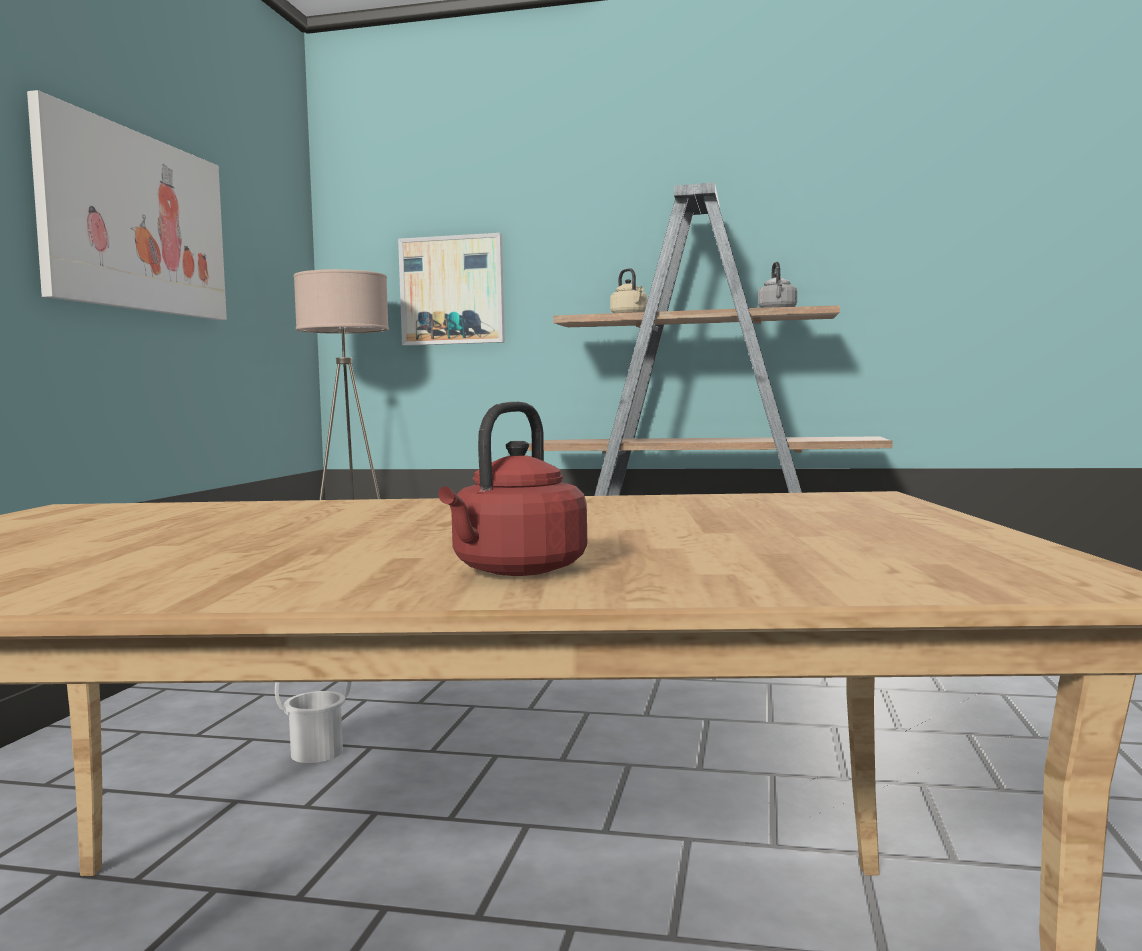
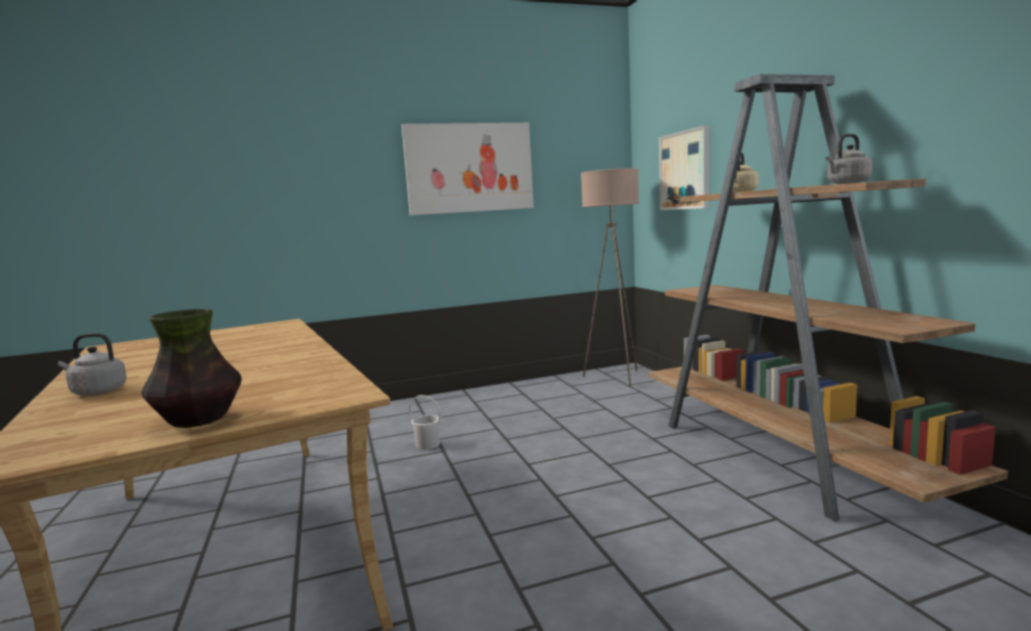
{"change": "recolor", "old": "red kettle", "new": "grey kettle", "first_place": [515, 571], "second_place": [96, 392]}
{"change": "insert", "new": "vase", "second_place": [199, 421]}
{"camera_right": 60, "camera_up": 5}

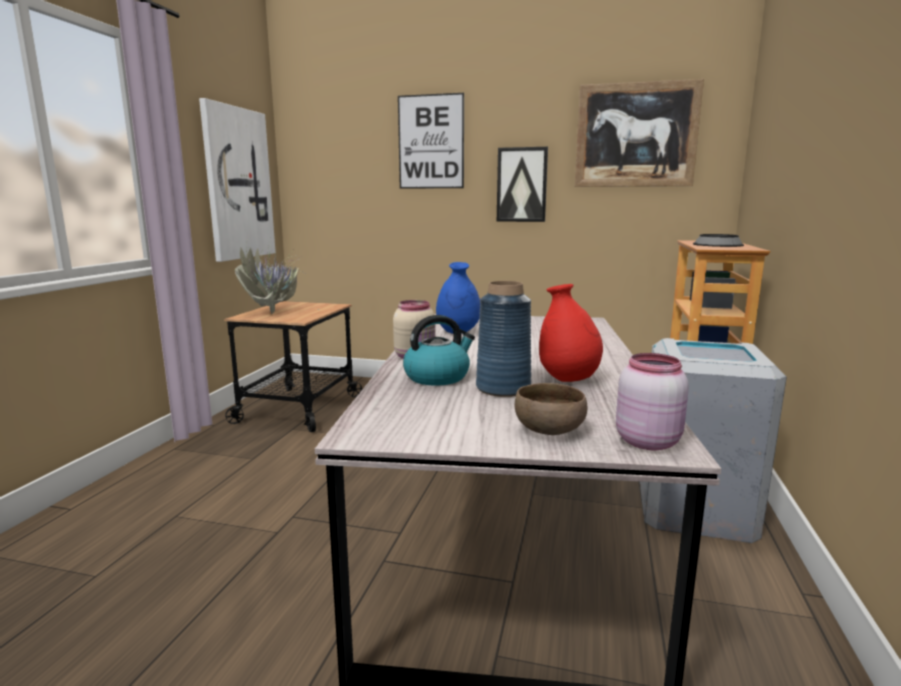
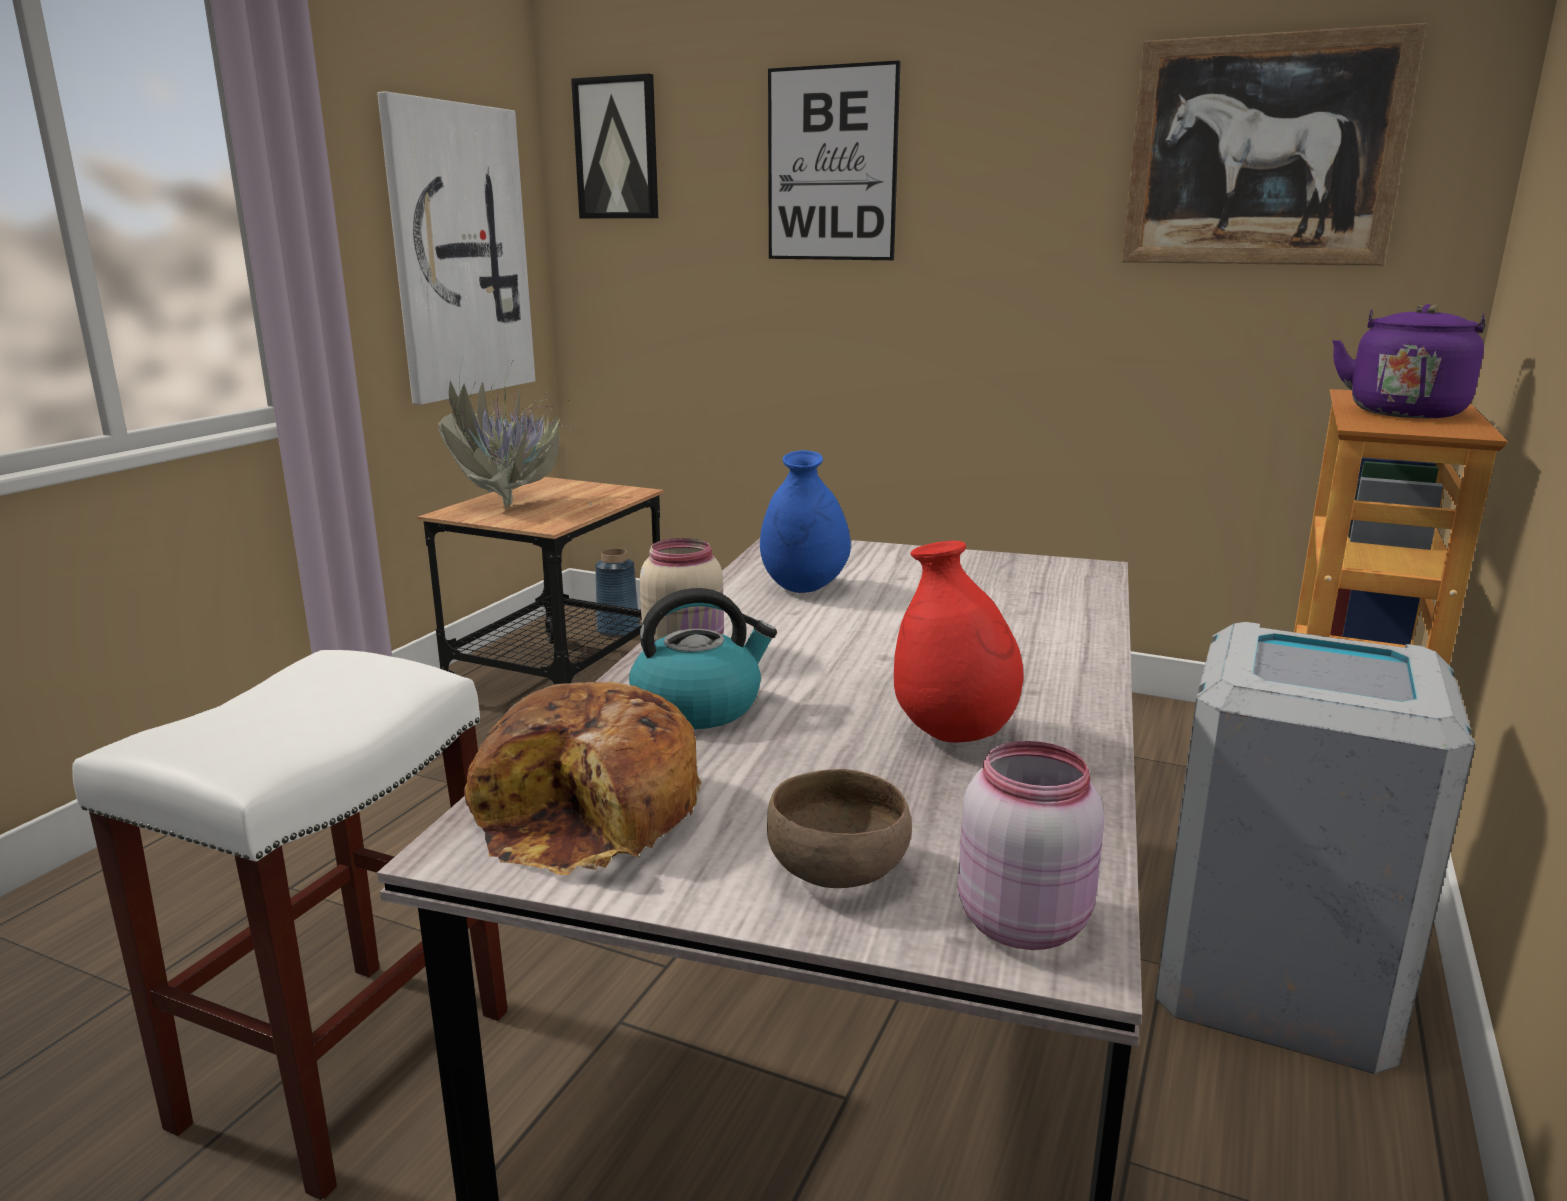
{"change": "insert", "new": "white stool", "second_place": [349, 1063]}
{"change": "insert", "new": "bread", "second_place": [591, 814]}
{"change": "move", "old": "picture", "first_place": [522, 185], "second_place": [617, 149]}
{"change": "move", "old": "blue vase", "first_place": [503, 388], "second_place": [618, 630]}
{"change": "replace", "old": "bowl", "new": "purple kettle", "first_place": [718, 244], "second_place": [1405, 412]}
{"camera_right": 10, "camera_up": 5}

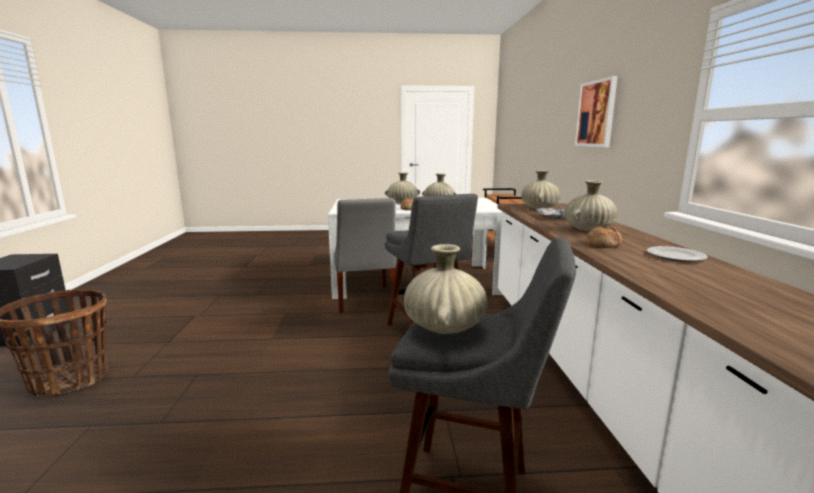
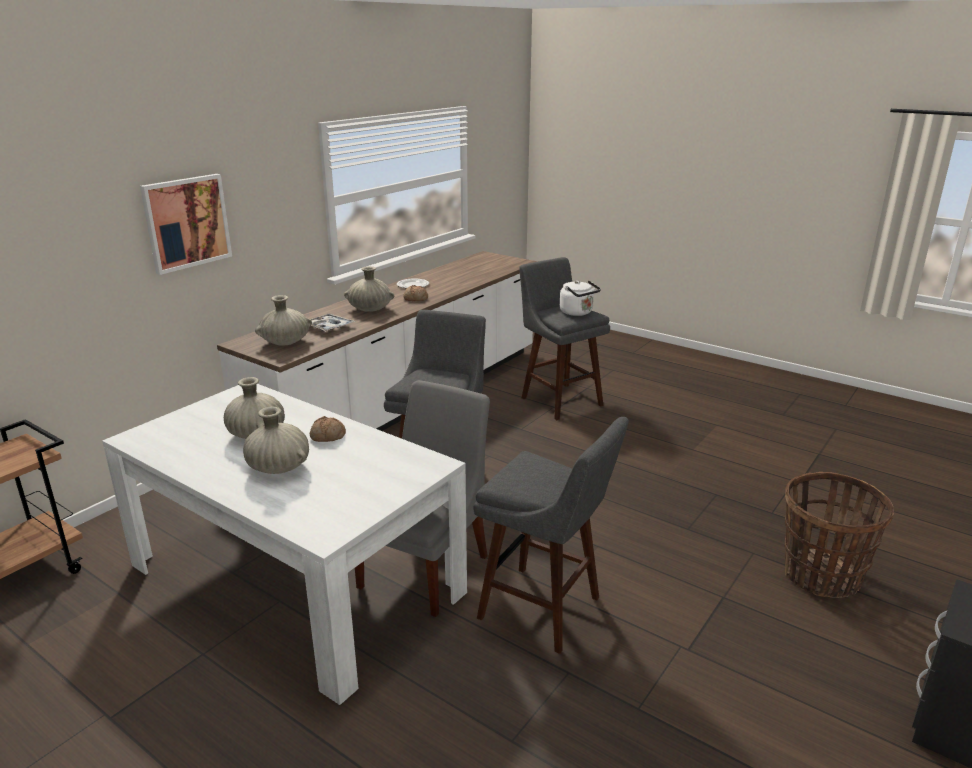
{"change": "insert", "new": "grey stool", "second_place": [545, 610]}
{"change": "replace", "old": "beige vase", "new": "white kettle", "first_place": [444, 327], "second_place": [578, 313]}
{"camera_right": -140, "camera_up": 10}

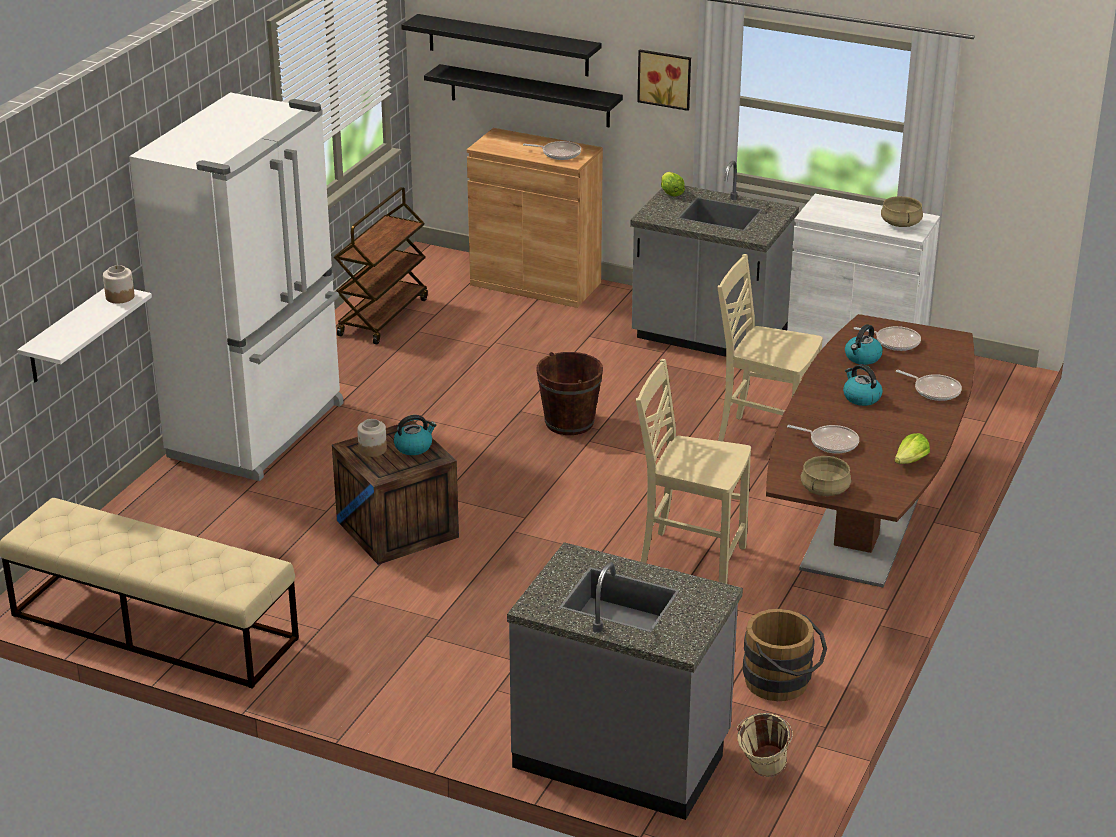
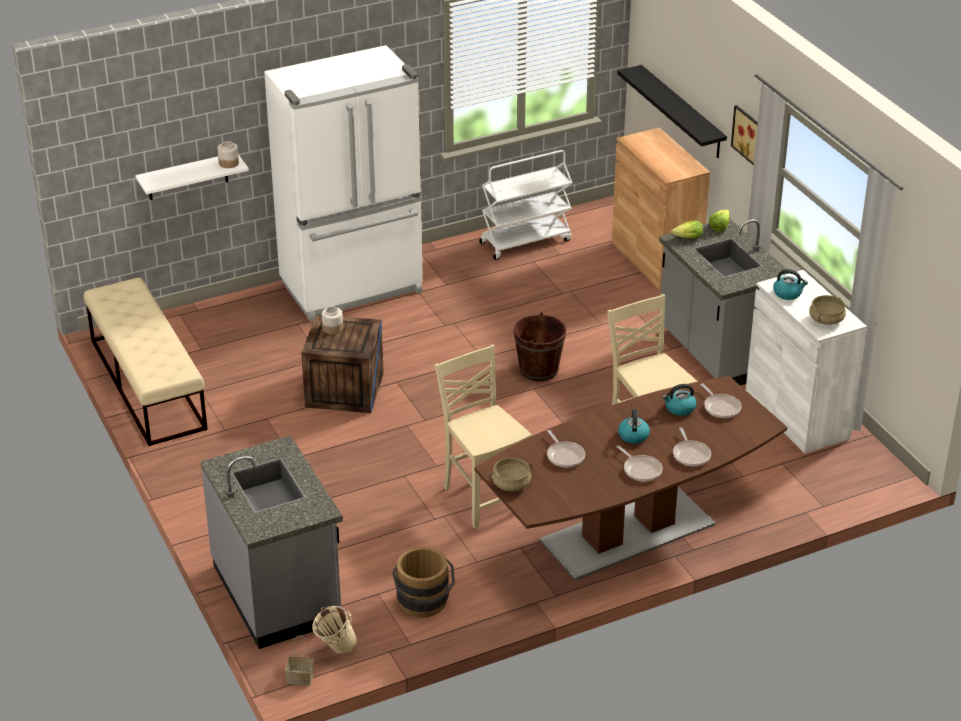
{"change": "insert", "new": "basket", "second_place": [299, 678]}
{"change": "recolor", "old": "brown cart", "new": "white cart", "first_place": [382, 316], "second_place": [525, 241]}
{"change": "move", "old": "frying pan", "first_place": [559, 153], "second_place": [641, 469]}
{"change": "move", "old": "lettuce", "first_place": [910, 461], "second_place": [688, 238]}
{"change": "move", "old": "kettle", "first_place": [414, 447], "second_place": [788, 293]}
{"change": "delete", "old": "black shelf", "first_place": [508, 45]}
{"camera_right": 40, "camera_up": 5}

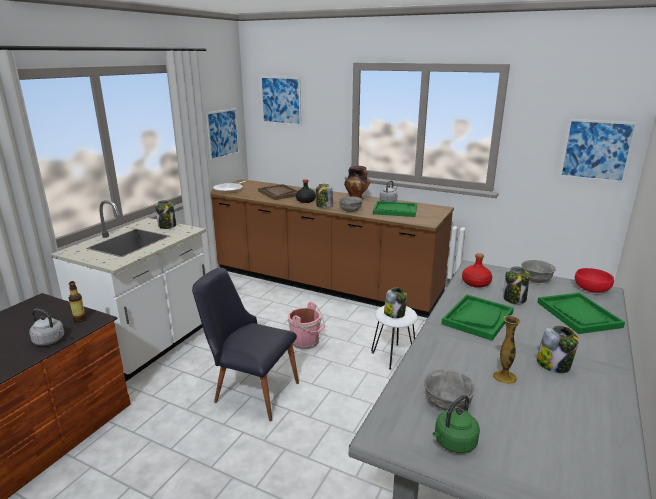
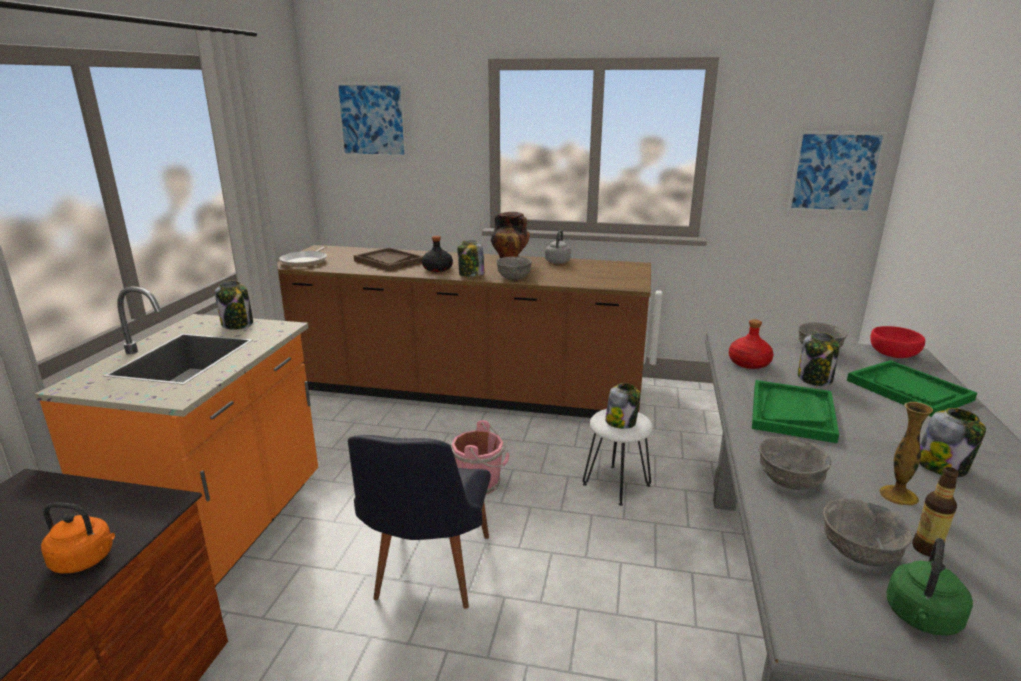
{"change": "recolor", "old": "white counter", "new": "orange counter", "first_place": [150, 347], "second_place": [225, 532]}
{"change": "recolor", "old": "grey kettle", "new": "orange kettle", "first_place": [50, 341], "second_place": [86, 560]}
{"change": "rotate", "old": "black chair", "first_place": [250, 390], "second_place": [427, 575], "degrees": -90}
{"change": "insert", "new": "grey bowl", "second_place": [790, 480]}
{"change": "move", "old": "bottle", "first_place": [80, 319], "second_place": [926, 549]}
{"change": "delete", "old": "picture", "first_place": [223, 133]}
{"change": "delete", "old": "green tray", "first_place": [395, 210]}
{"camera_right": -15, "camera_up": 0}

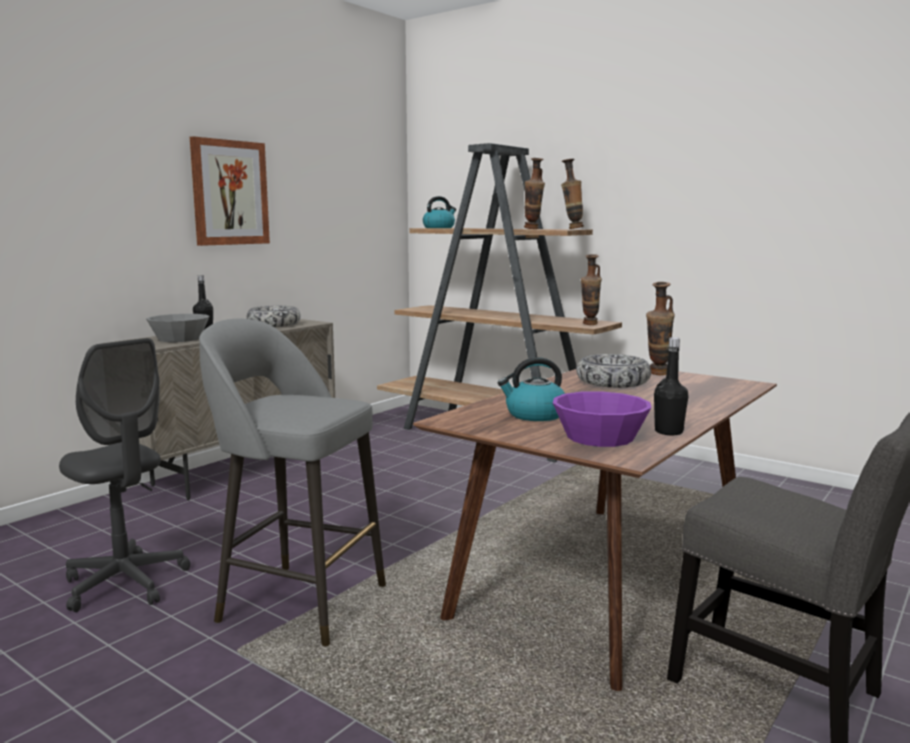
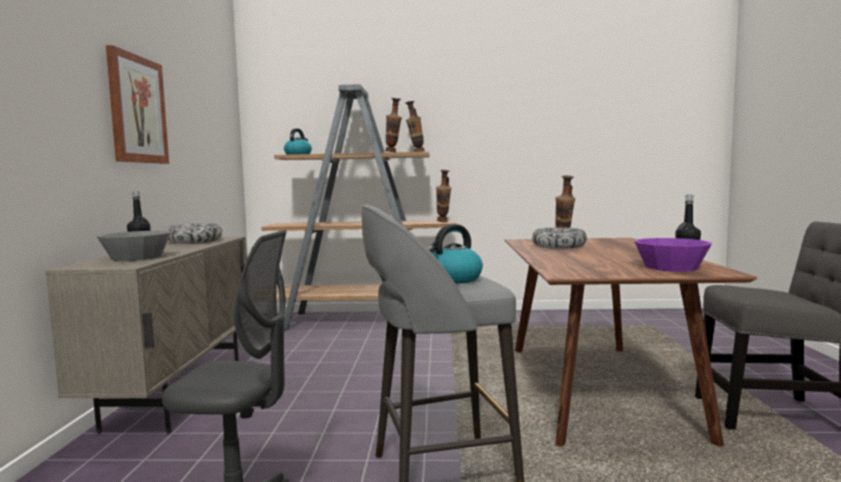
{"change": "move", "old": "kettle", "first_place": [534, 415], "second_place": [452, 279]}
{"camera_right": -35, "camera_up": -5}

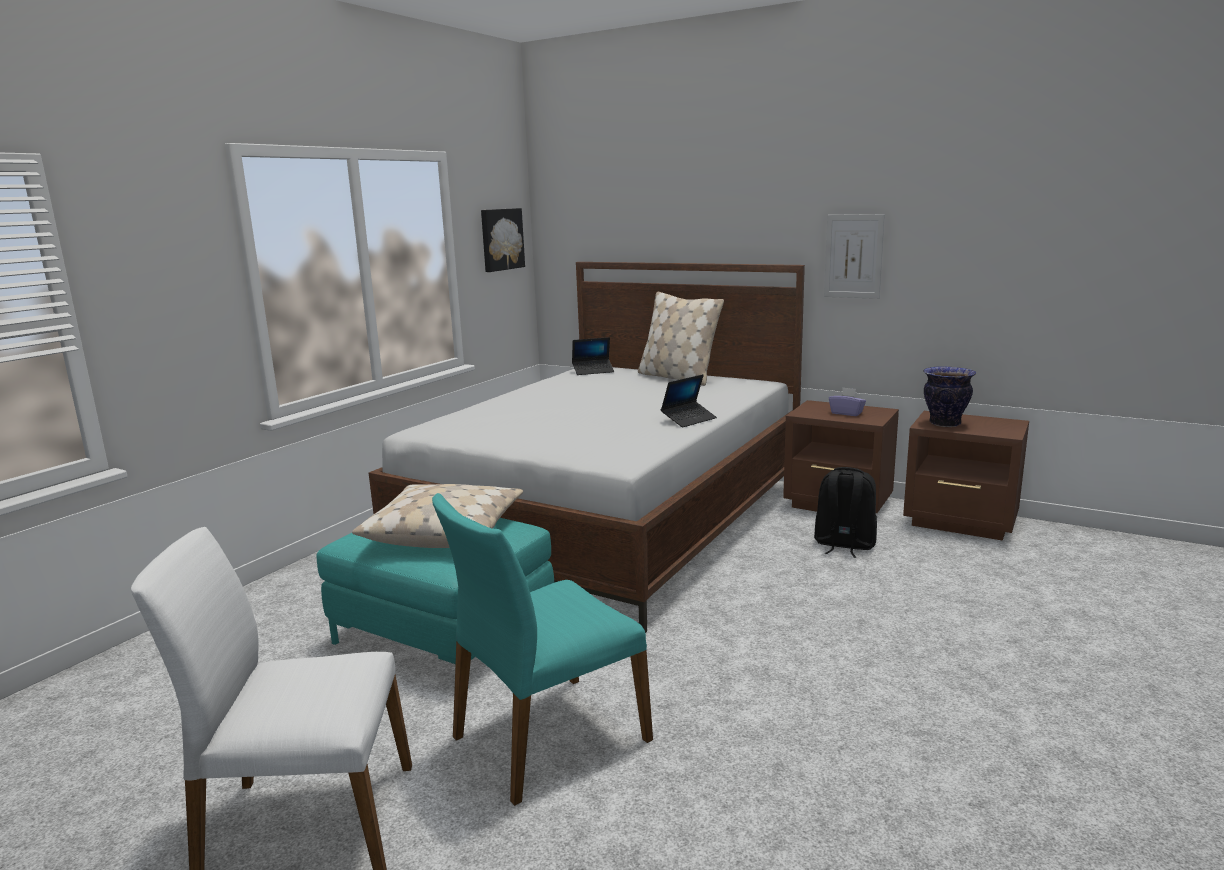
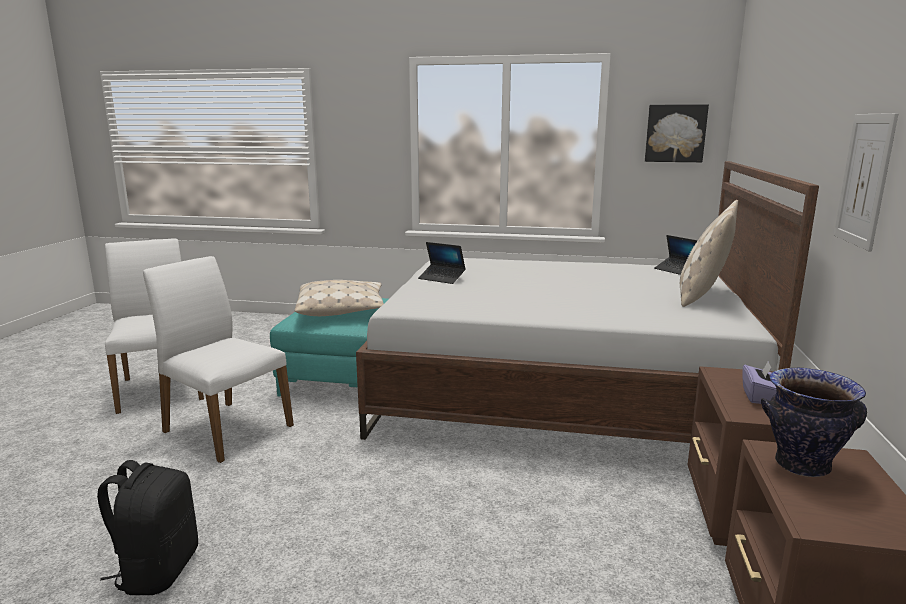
{"change": "move", "old": "black backpack", "first_place": [844, 545], "second_place": [157, 570]}
{"change": "recolor", "old": "turquoise chair", "new": "white chair", "first_place": [547, 737], "second_place": [225, 428]}
{"change": "move", "old": "laptop", "first_place": [689, 419], "second_place": [442, 278]}
{"camera_right": 70, "camera_up": 0}

